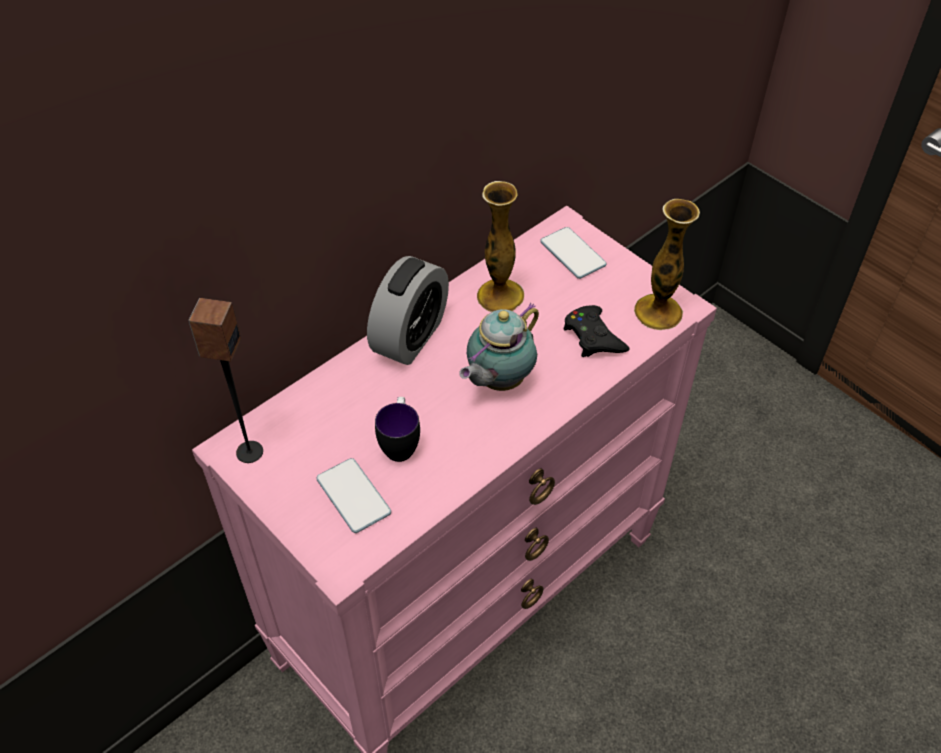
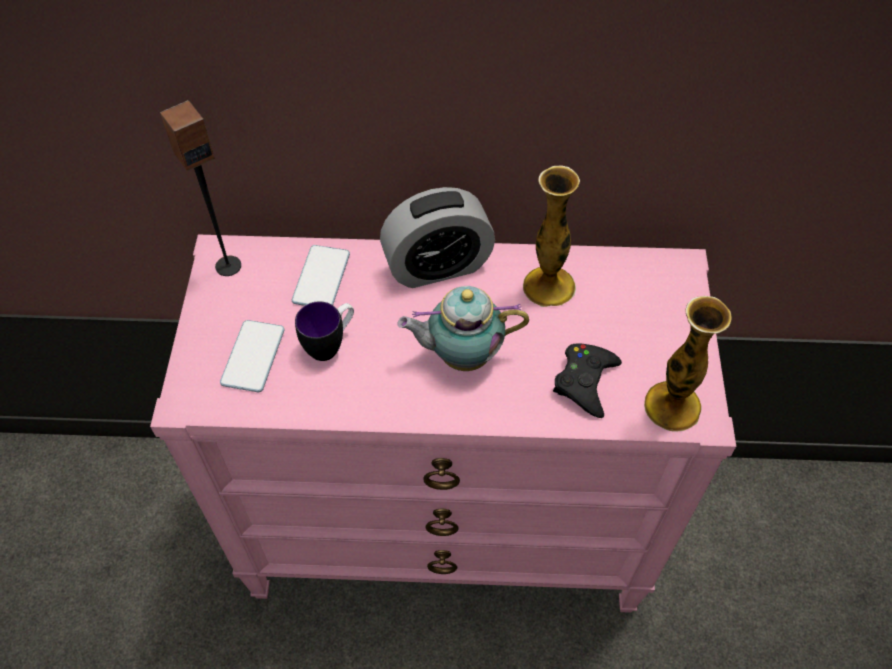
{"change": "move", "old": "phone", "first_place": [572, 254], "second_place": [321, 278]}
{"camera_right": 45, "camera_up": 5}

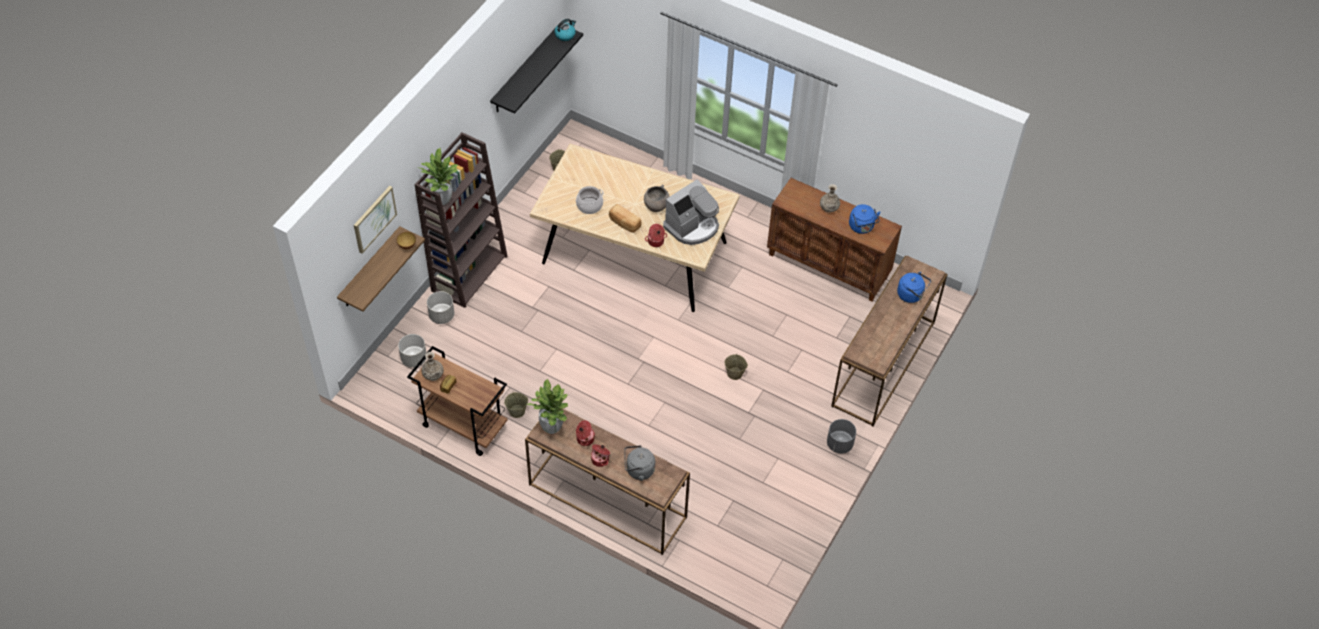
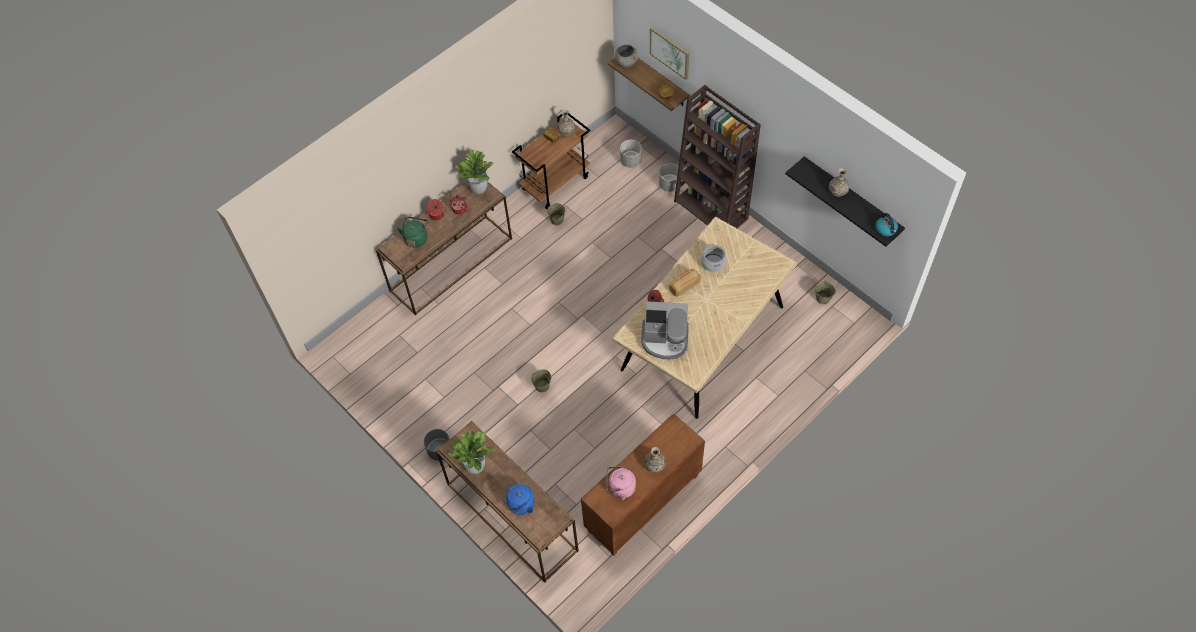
{"change": "recolor", "old": "grey kettle", "new": "green kettle", "first_place": [638, 470], "second_place": [416, 238]}
{"change": "move", "old": "potted plant", "first_place": [442, 199], "second_place": [475, 467]}
{"change": "recolor", "old": "blue kettle", "new": "pink kettle", "first_place": [862, 227], "second_place": [620, 488]}
{"change": "move", "old": "grey bowl", "first_place": [656, 206], "second_place": [626, 63]}
{"change": "rotate", "old": "coffee machine", "first_place": [692, 227], "second_place": [665, 339], "degrees": -60}
{"change": "insert", "new": "vase", "second_place": [838, 190]}
{"camera_right": 110, "camera_up": 5}

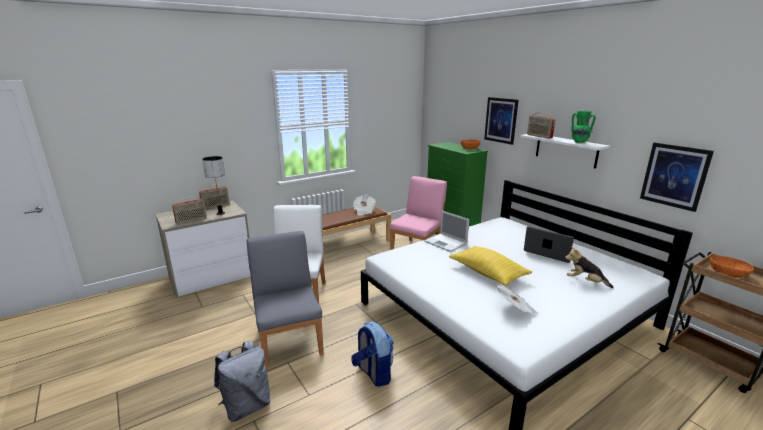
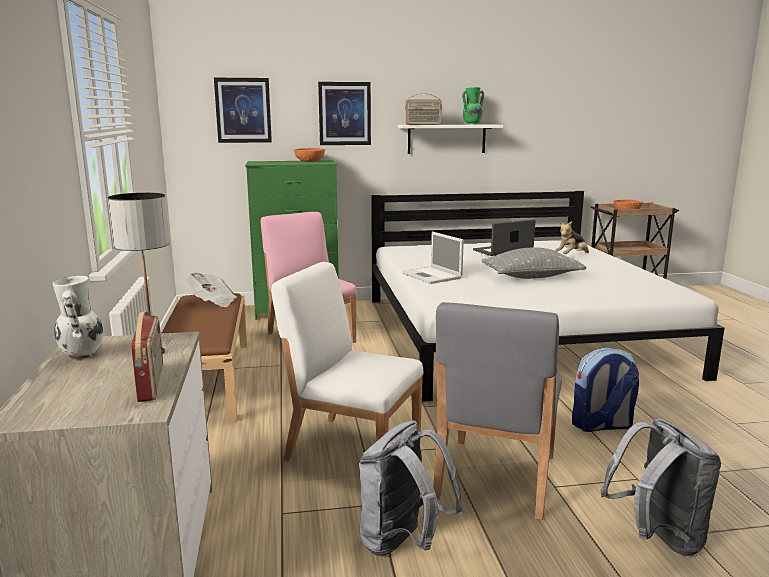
{"change": "replace", "old": "radio", "new": "white vase", "first_place": [216, 206], "second_place": [81, 355]}
{"change": "move", "old": "picture", "first_place": [674, 176], "second_place": [243, 110]}
{"change": "insert", "new": "grey backpack", "second_place": [403, 543]}
{"change": "rotate", "old": "laptop", "first_place": [446, 243], "second_place": [432, 276], "degrees": 75}
{"change": "rotate", "old": "grey chair", "first_place": [289, 341], "second_place": [494, 477], "degrees": -75}
{"change": "recolor", "old": "yellow pillow", "new": "grey pillow", "first_place": [487, 273], "second_place": [531, 277]}
{"change": "delete", "old": "newspaper", "first_place": [515, 309]}
{"camera_right": -65, "camera_up": -5}

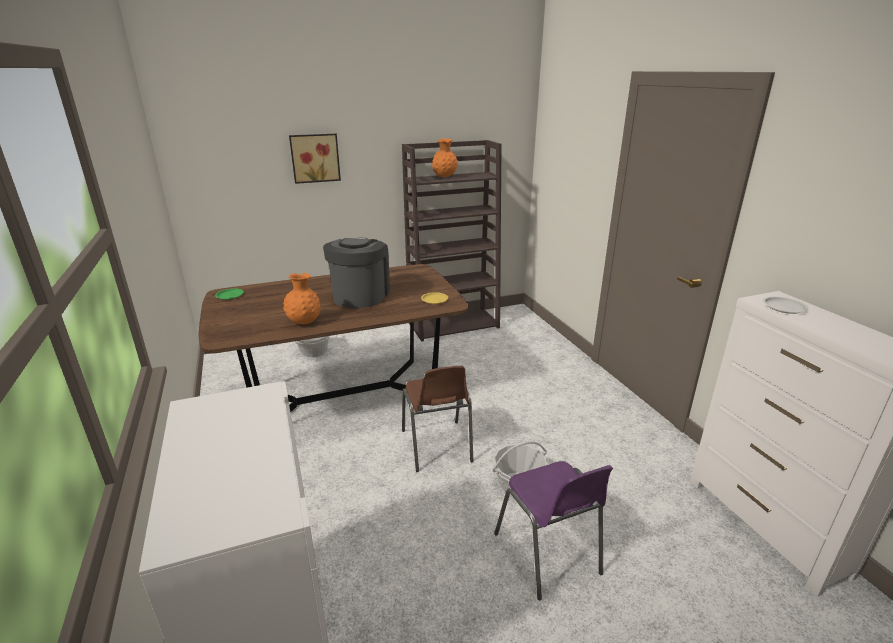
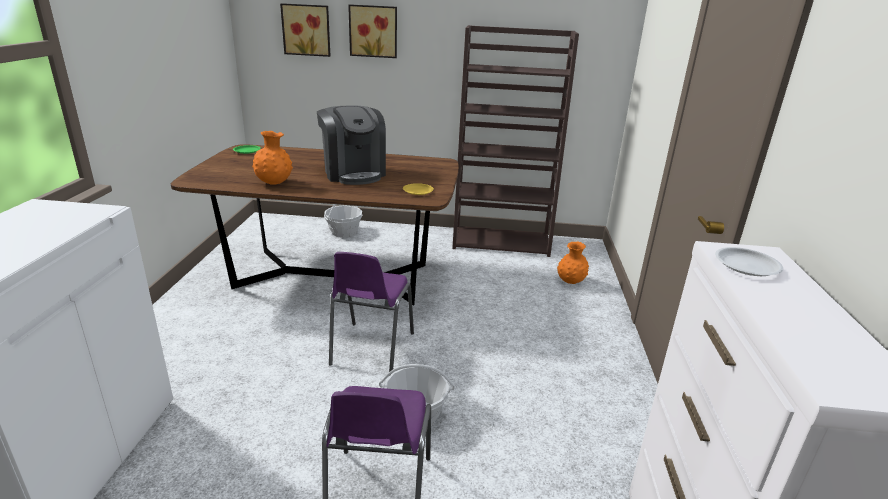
{"change": "insert", "new": "picture", "second_place": [307, 30]}
{"change": "rotate", "old": "coffee machine", "first_place": [360, 295], "second_place": [353, 173], "degrees": 120}
{"change": "recolor", "old": "brown chair", "new": "purple chair", "first_place": [437, 447], "second_place": [370, 350]}
{"change": "move", "old": "orange vase", "first_place": [444, 177], "second_place": [570, 282]}
{"camera_right": 25, "camera_up": 0}

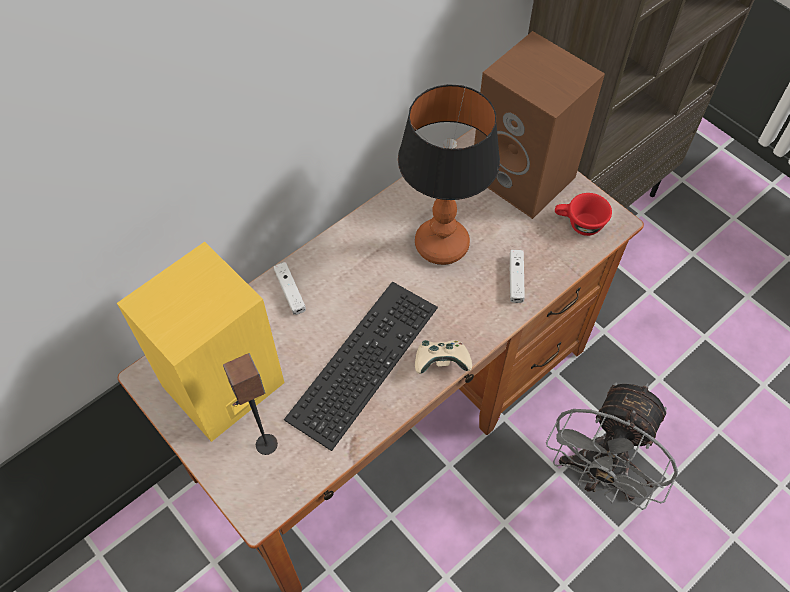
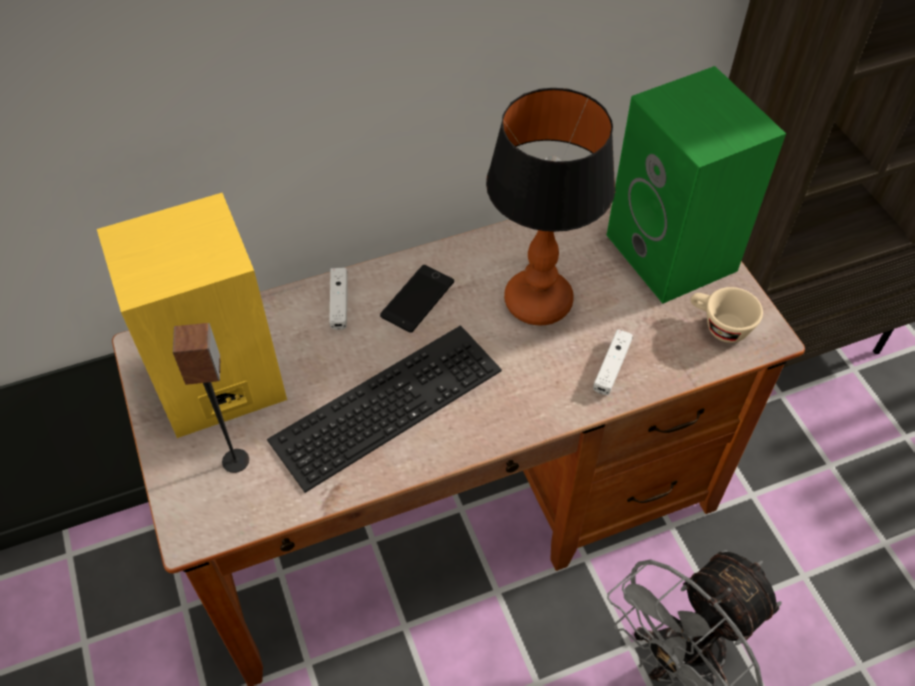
{"change": "insert", "new": "phone", "second_place": [417, 299]}
{"change": "recolor", "old": "brown speaker", "new": "green speaker", "first_place": [526, 176], "second_place": [675, 254]}
{"change": "recolor", "old": "red cup", "new": "beige cup", "first_place": [579, 224], "second_place": [719, 326]}
{"change": "delete", "old": "beige game controller", "first_place": [441, 363]}
{"camera_right": 20, "camera_up": -5}

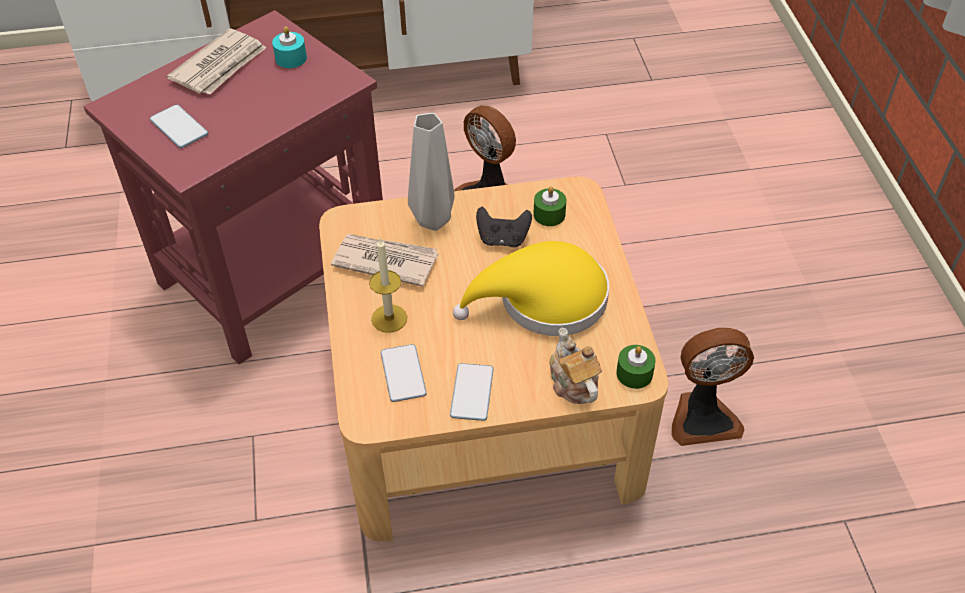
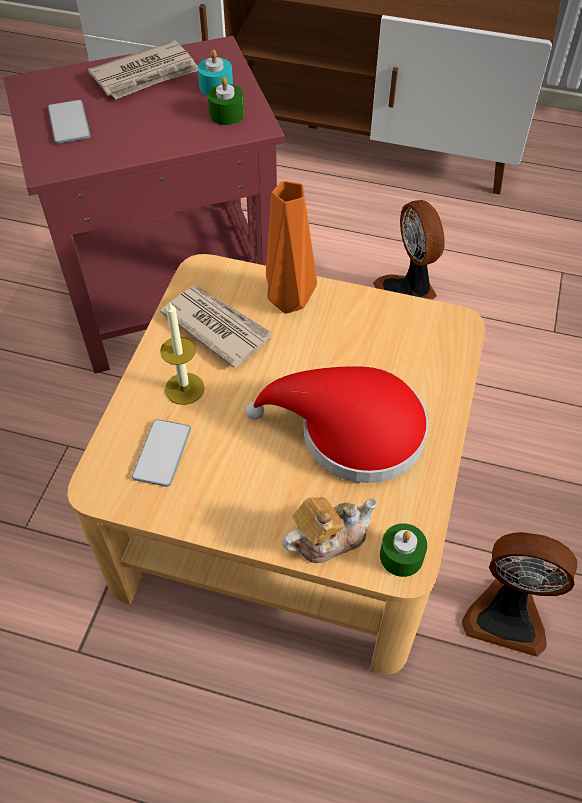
{"change": "move", "old": "green candle", "first_place": [549, 214], "second_place": [226, 114]}
{"change": "recolor", "old": "yellow hat", "new": "red hat", "first_place": [544, 300], "second_place": [351, 431]}
{"change": "recolor", "old": "grey vase", "new": "orange vase", "first_place": [435, 219], "second_place": [291, 301]}
{"change": "rotate", "old": "teapot", "first_place": [573, 383], "second_place": [328, 537], "degrees": 60}
{"change": "delete", "old": "phone", "first_place": [472, 392]}
{"change": "delete", "old": "black game controller", "first_place": [503, 239]}
{"camera_right": 25, "camera_up": 5}

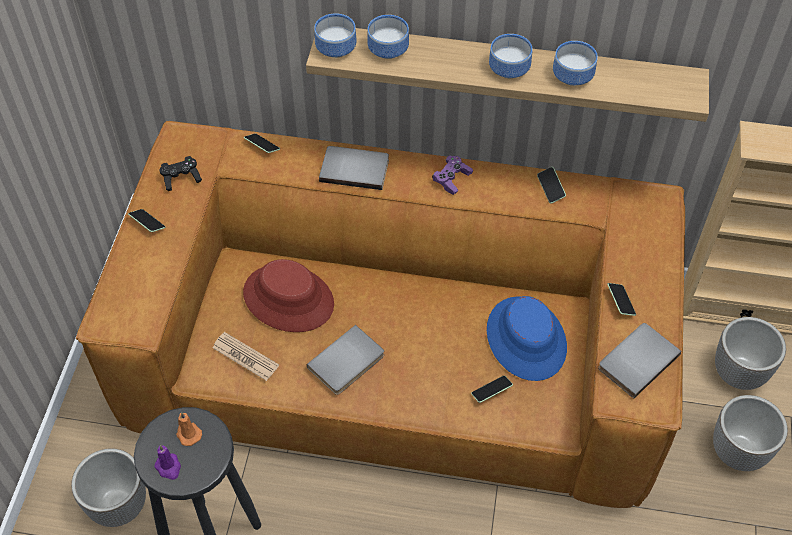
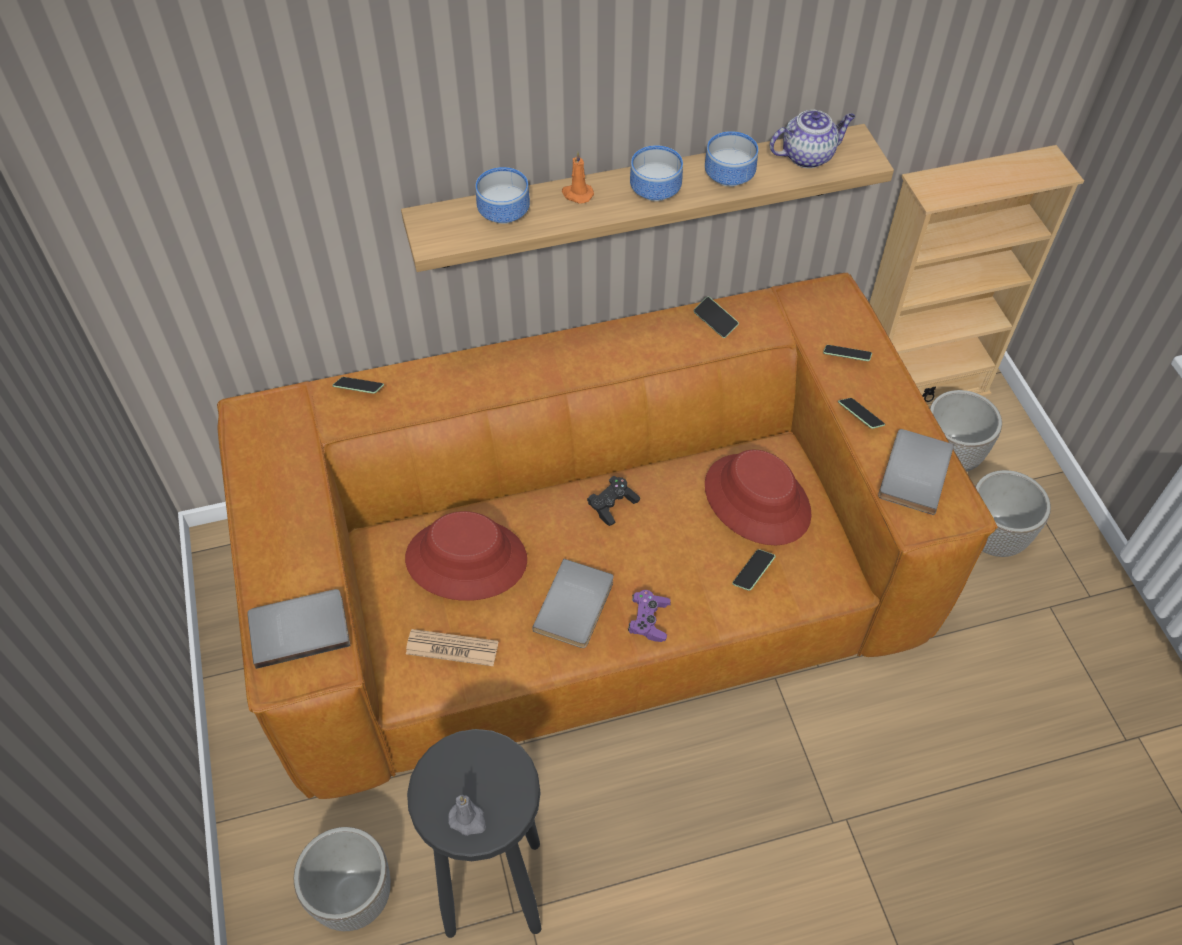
{"change": "move", "old": "grey book", "first_place": [355, 168], "second_place": [299, 627]}
{"change": "recolor", "old": "purple candle", "new": "grey candle", "first_place": [169, 467], "second_place": [468, 819]}
{"change": "move", "old": "orange candle", "first_place": [188, 433], "second_place": [577, 194]}
{"change": "move", "old": "black game controller", "first_place": [181, 178], "second_place": [612, 505]}
{"change": "move", "old": "purple game controller", "first_place": [452, 179], "second_place": [649, 620]}
{"change": "recolor", "old": "blue hat", "new": "red hat", "first_place": [526, 339], "second_place": [757, 500]}
{"change": "insert", "new": "teapot", "second_place": [808, 156]}
{"change": "move", "old": "phone", "first_place": [147, 224], "second_place": [846, 357]}
{"change": "delete", "old": "bowl", "first_place": [338, 48]}
{"camera_right": -25, "camera_up": 0}

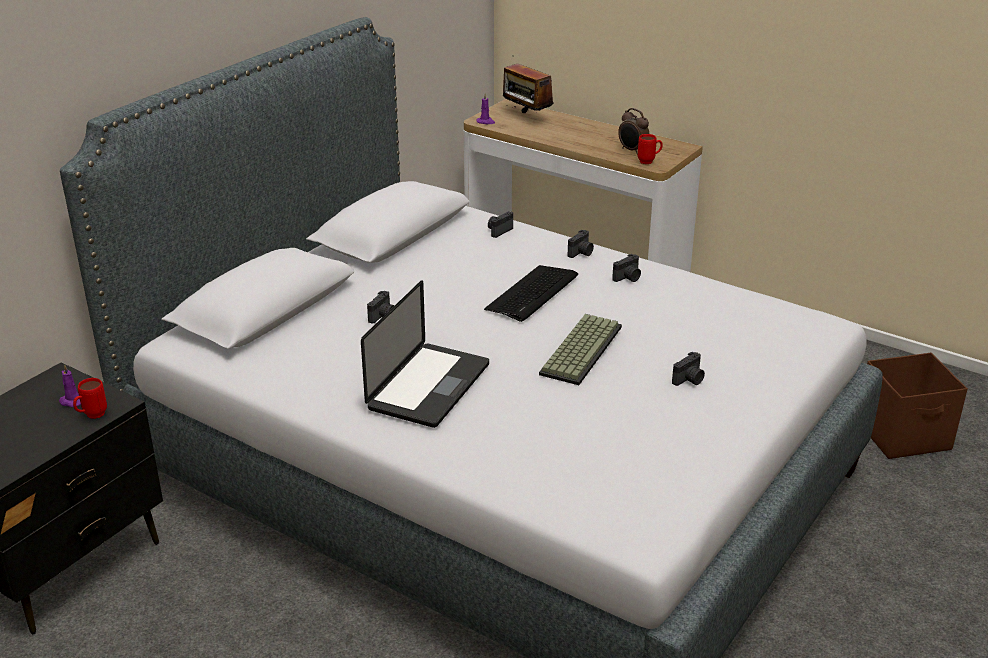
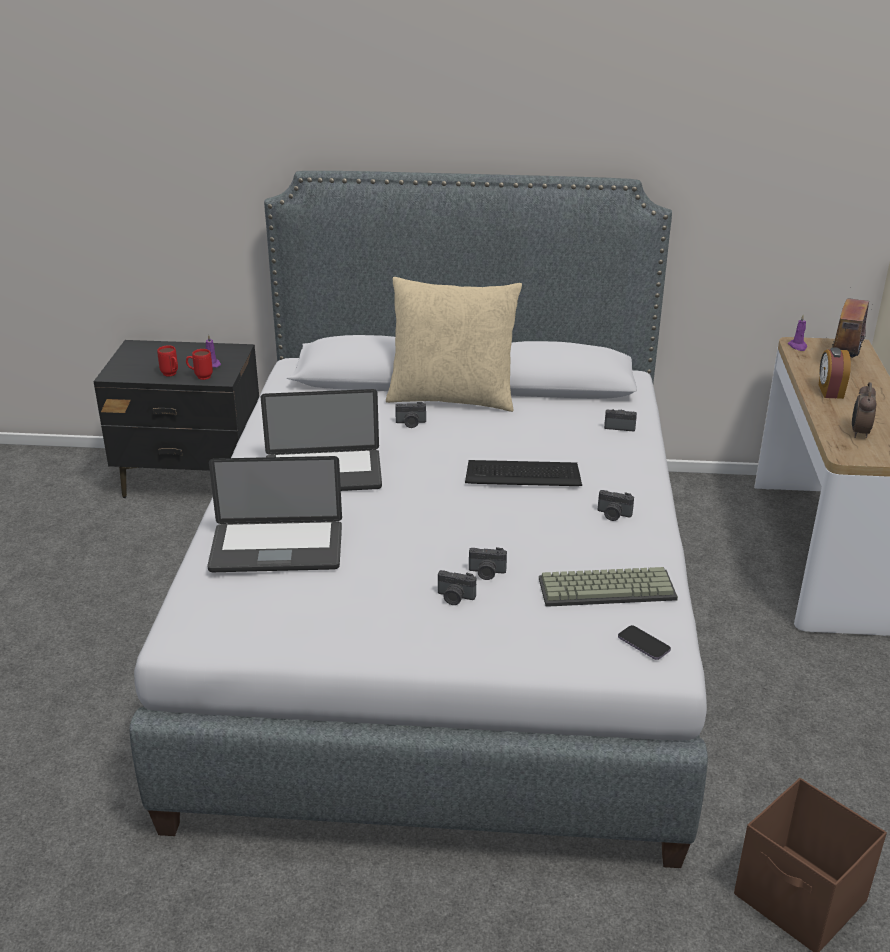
{"change": "move", "old": "red mug", "first_place": [649, 161], "second_place": [171, 375]}
{"change": "insert", "new": "laptop", "second_place": [277, 549]}
{"change": "insert", "new": "beige pillow", "second_place": [452, 397]}
{"change": "move", "old": "photo camera", "first_place": [581, 253], "second_place": [486, 573]}
{"change": "move", "old": "keyboard", "first_place": [580, 349], "second_place": [608, 587]}
{"change": "insert", "new": "phone", "second_place": [643, 644]}
{"change": "insert", "new": "alarm clock", "second_place": [830, 391]}
{"camera_right": 60, "camera_up": 0}

